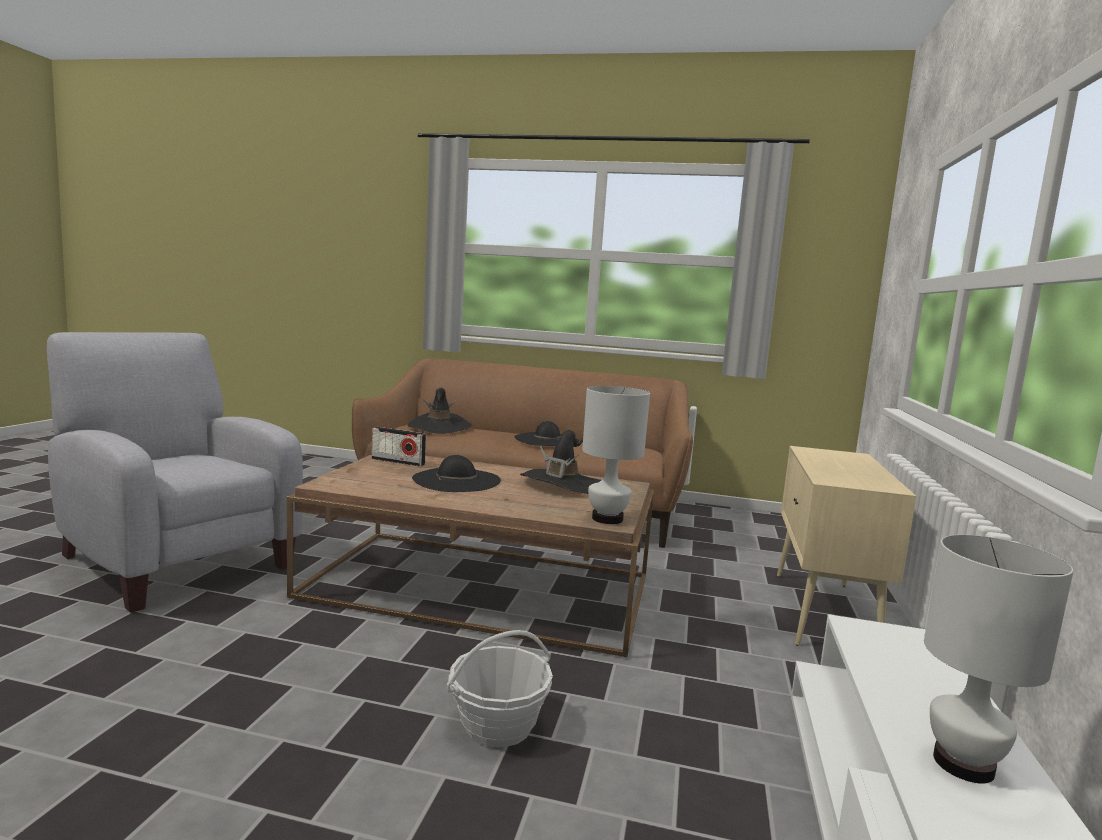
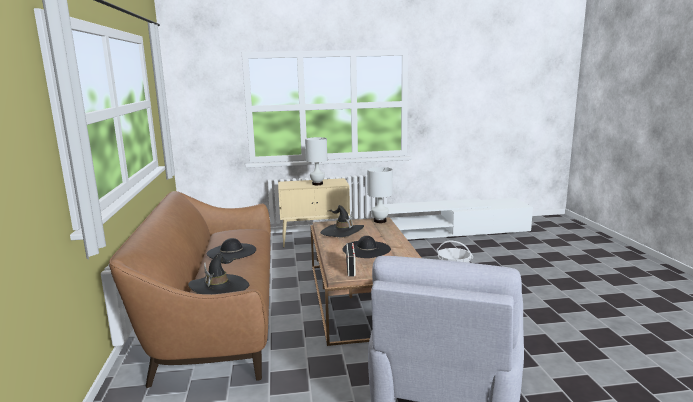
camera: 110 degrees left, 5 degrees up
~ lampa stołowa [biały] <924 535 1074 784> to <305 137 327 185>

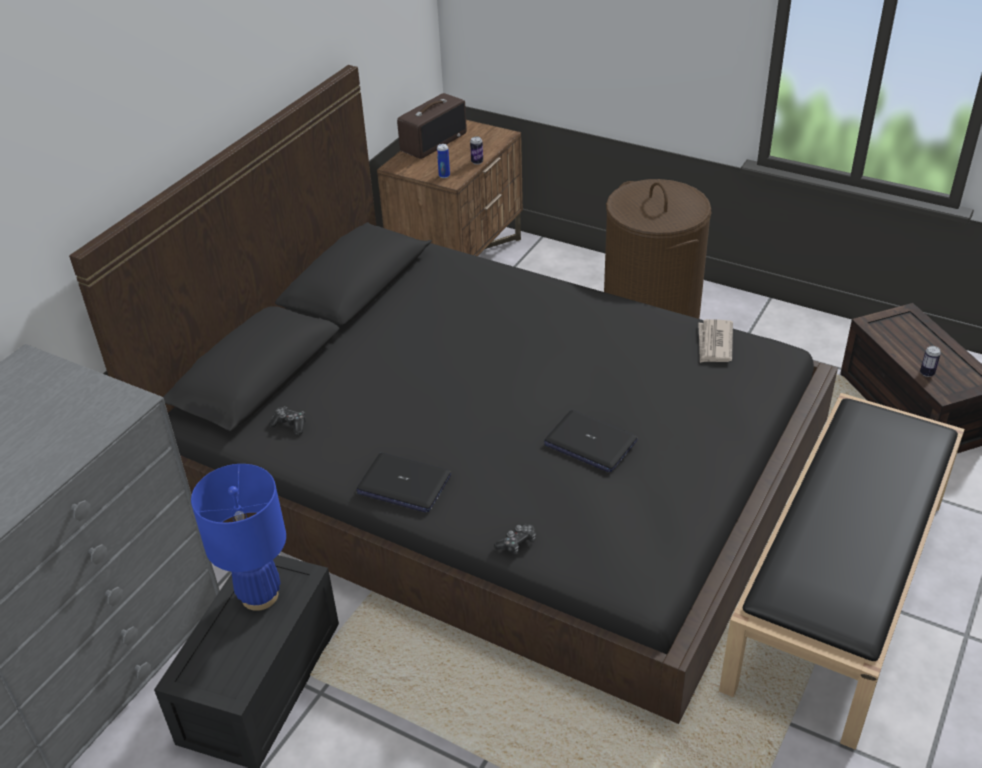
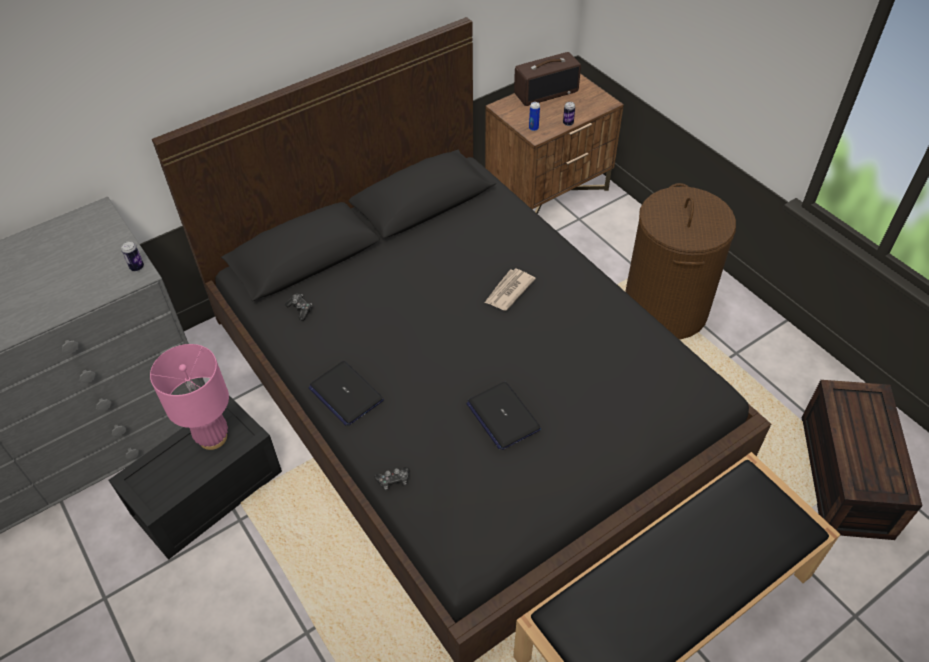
camera: 25 degrees right, 10 degrees up
~ lampa stołowa [niebieski] <191 464 286 611> to lampa stołowa [różowy] <150 344 229 450>
~ gazeta <698 319 733 363> to <485 268 536 310>
~ puszka <920 346 941 377> to <121 241 144 271>

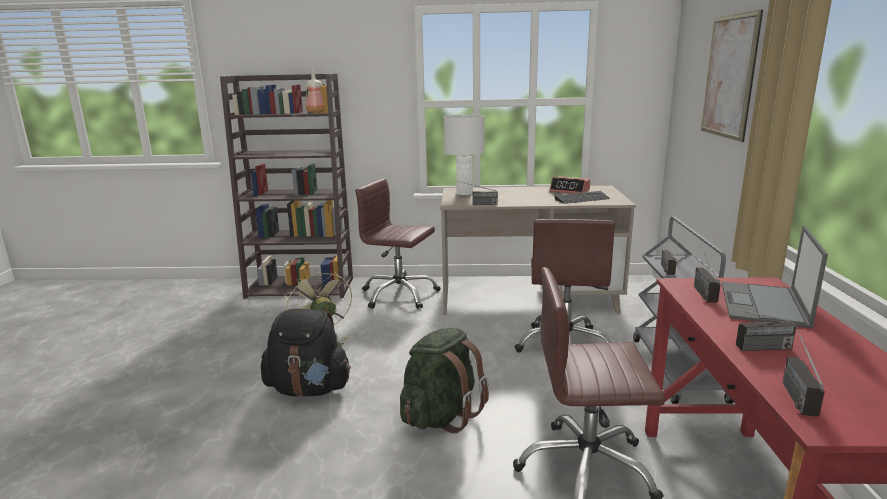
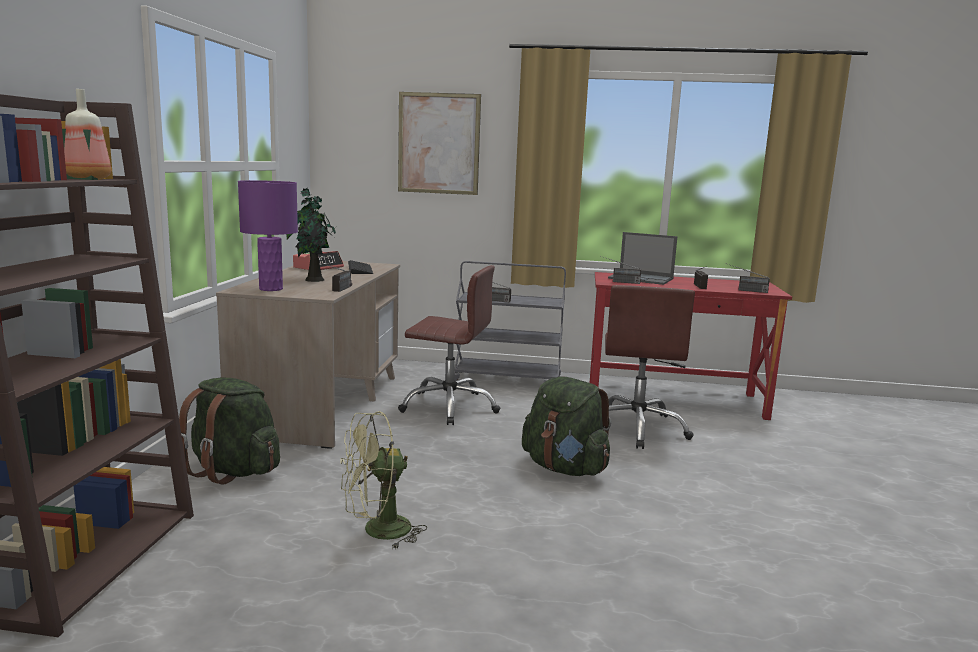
camera: 85 degrees left, 5 degrees down
- plecak [czarny] <261 309 351 397>
~ krzesło biurowe [brązowy] <355 178 441 309> to plecak [zielony] <179 377 280 484>
~ lampa stołowa [biały] <444 115 484 195> to lampa stołowa [fioletowy] <238 180 298 291>
+ roślina doniczkowa <286 188 336 282>

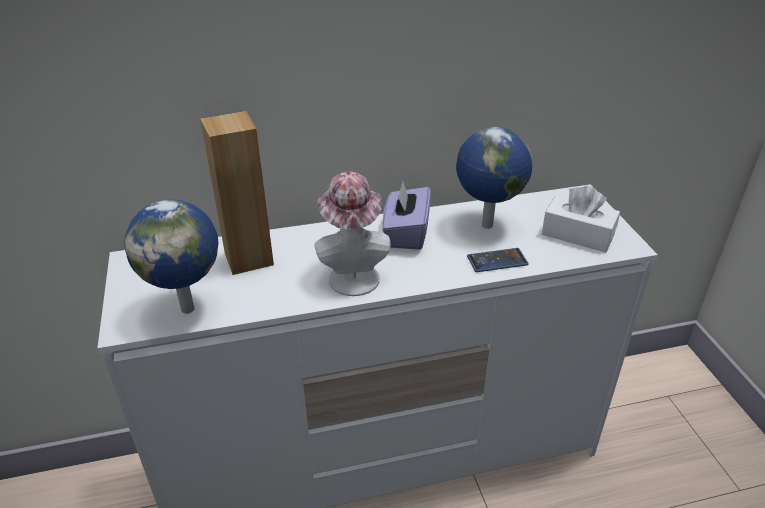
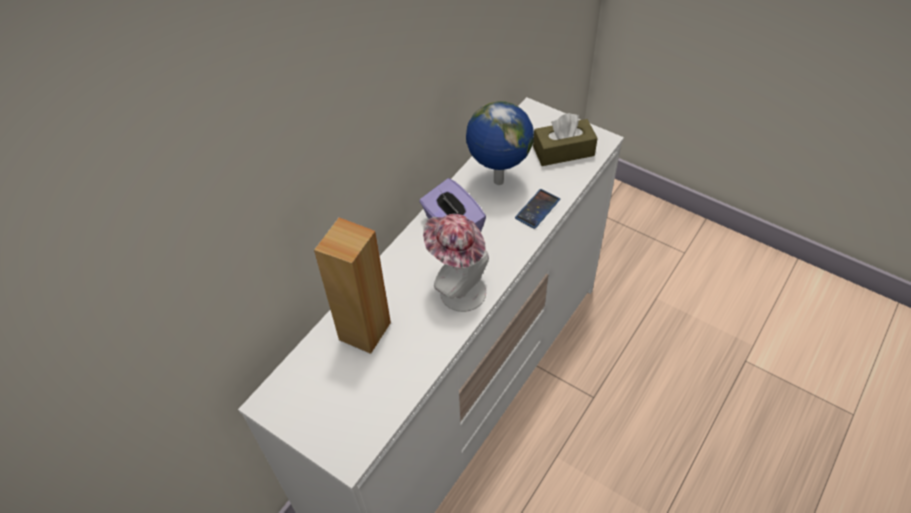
camera: 40 degrees left, 15 degrees up
- globus <124 199 218 314>
~ pudełko chusteczek [biały] <542 186 620 252> to pudełko chusteczek [brązowy] <533 113 598 166>

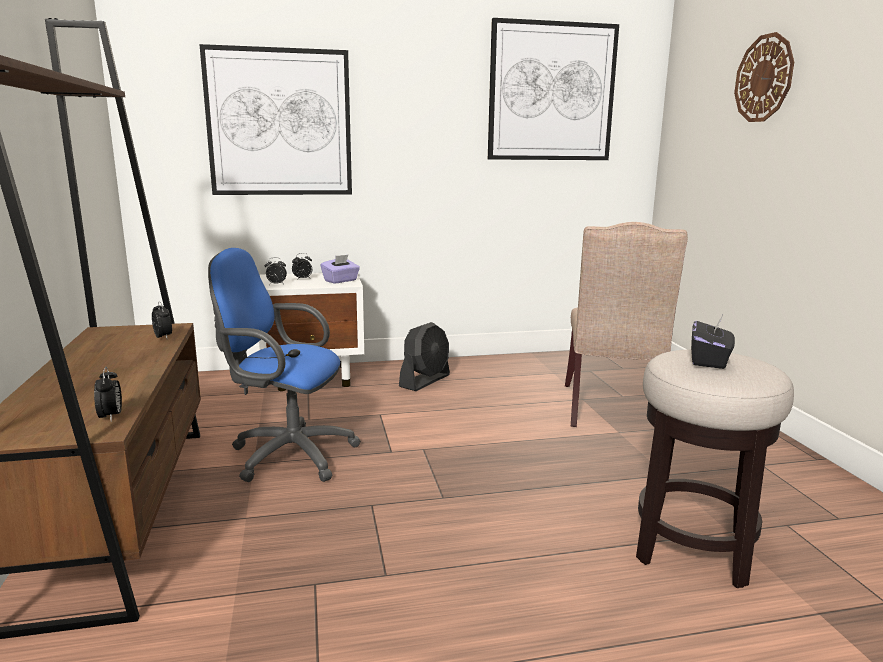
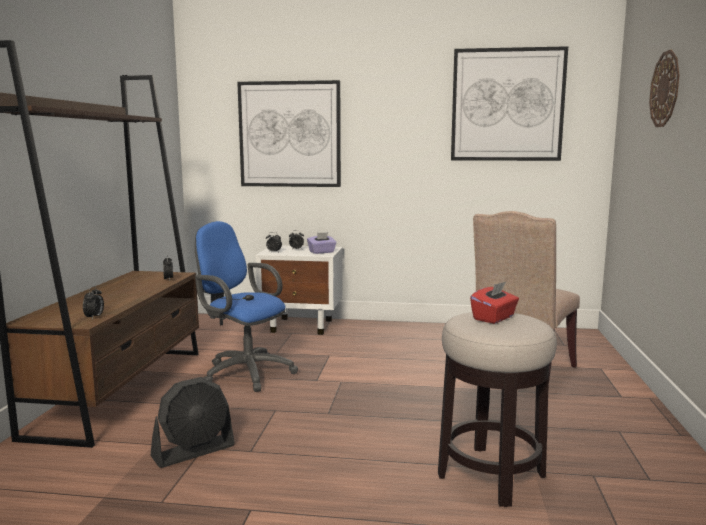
camera: 20 degrees right, 5 degrees down
~ wentylator [czarny] <399 322 450 391> to <150 377 235 468>
~ pudełko chusteczek [czarny] <691 313 735 369> to pudełko chusteczek [czerwony] <470 282 519 324>

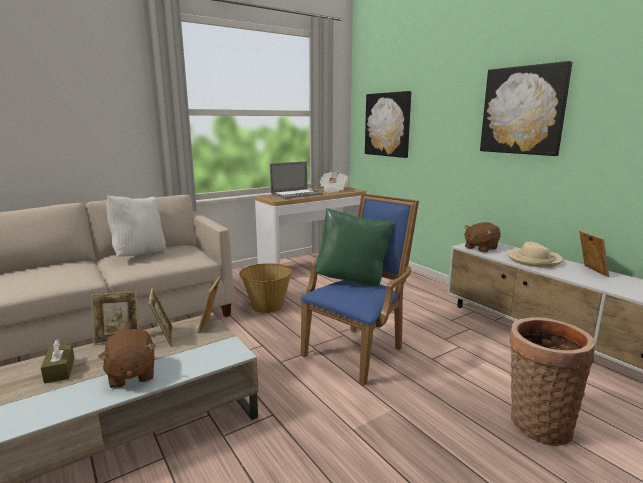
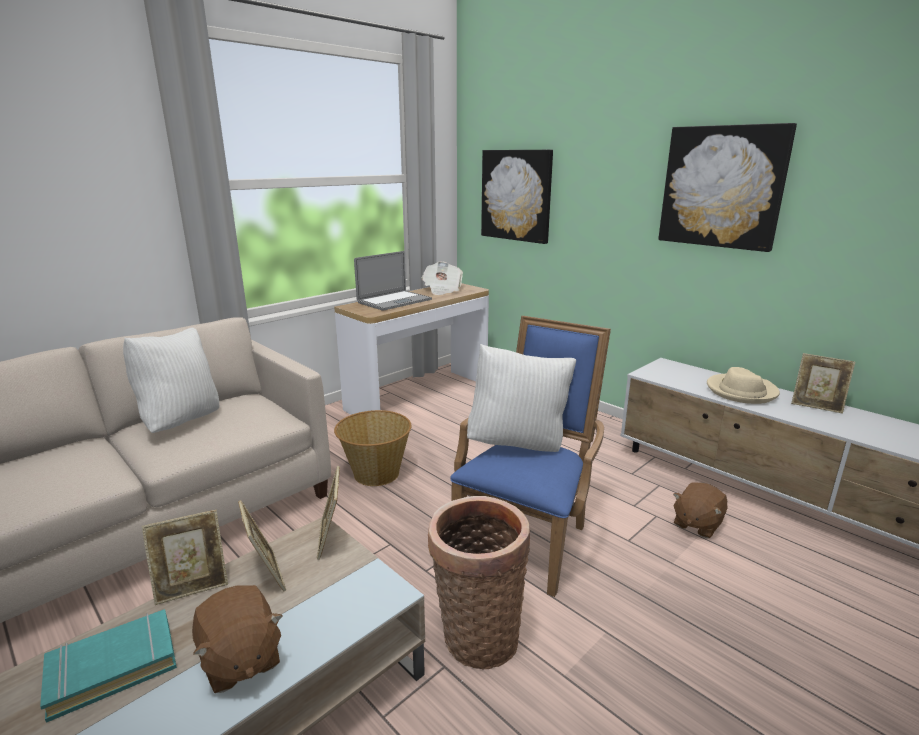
camera: 10 degrees left, 5 degrees up
~ pudełko chusteczek [brązowy] <41 339 75 384> to książka [turkusowy] <40 609 177 723>
~ poduszka [zielony] <315 208 394 286> to poduszka [biały] <467 344 576 452>
~ pluszak [brązowy] <464 222 501 252> to <673 482 728 538>
~ koszyk <509 317 595 446> to <428 496 530 669>
~ ramka na zdjęcie <579 231 609 277> = <791 353 855 414> 135 degrees clockwise

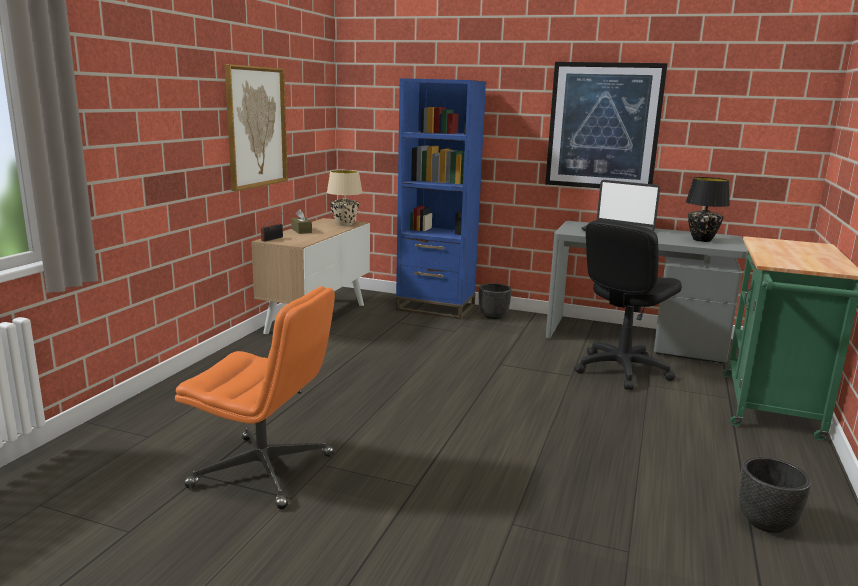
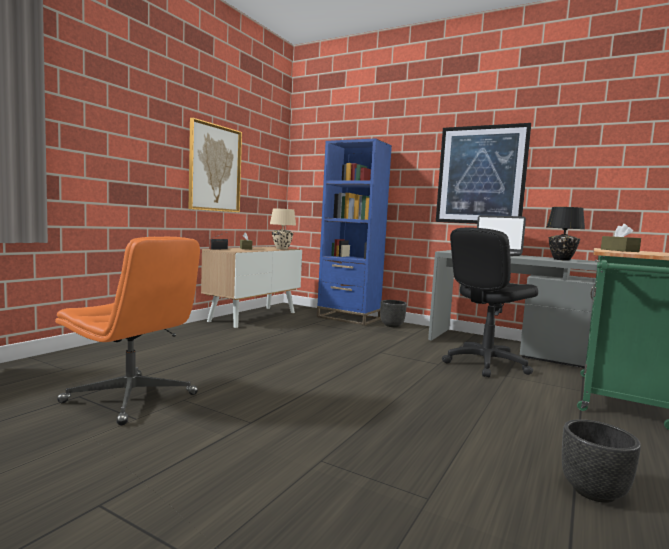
camera: 10 degrees right, 10 degrees down
+ pudełko chusteczek [brązowy] <601 224 641 252>

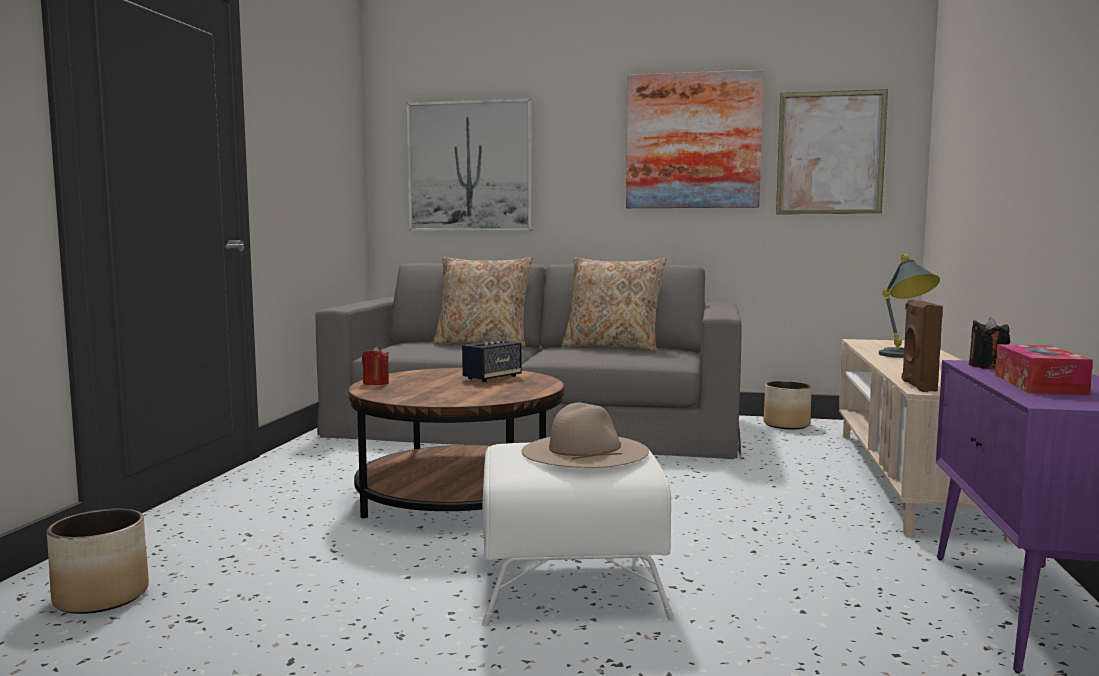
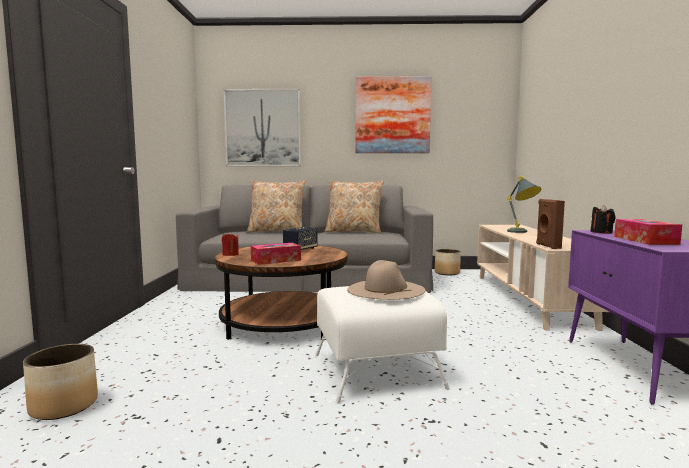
camera: 10 degrees left, 0 degrees up
- obraz <776 89 888 214>
+ pudełko chusteczek <251 243 301 265>

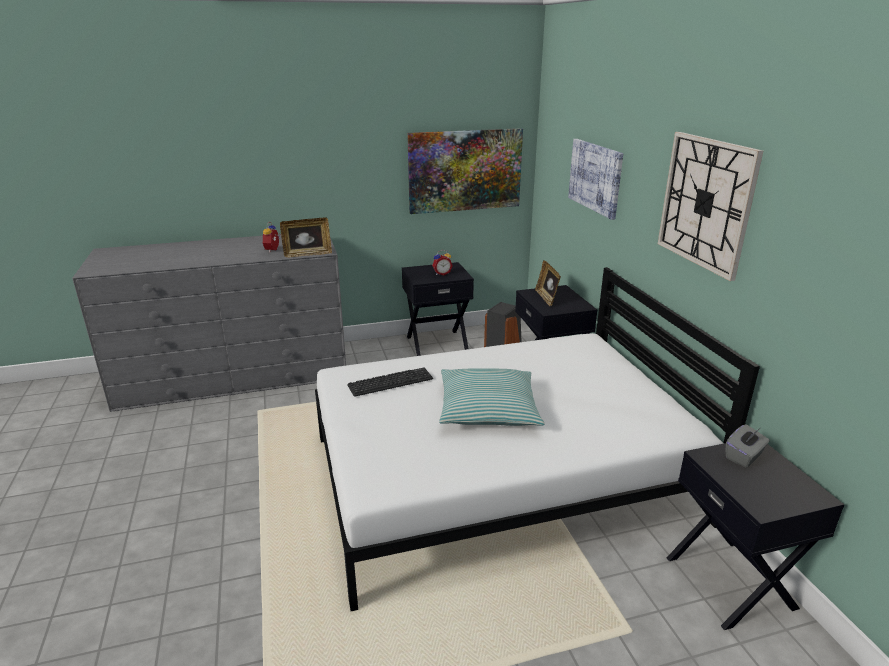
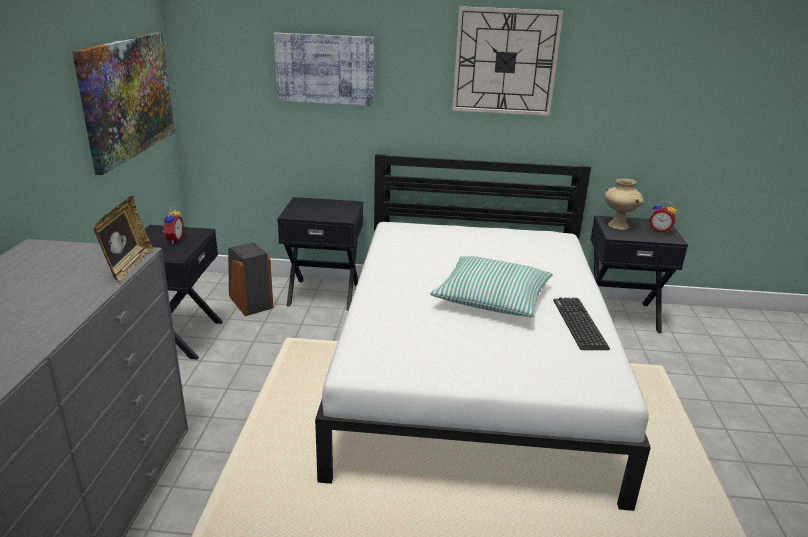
camera: 70 degrees left, 0 degrees up
~ budzik <263 222 280 253> to <649 201 677 233>
~ klawiatura <347 367 433 397> to <553 298 610 350>
- ramka na zdjęcie <535 260 561 307>
~ pudełko chusteczek [szary] <726 424 770 468> to wazon [beżowy] <605 178 644 230>

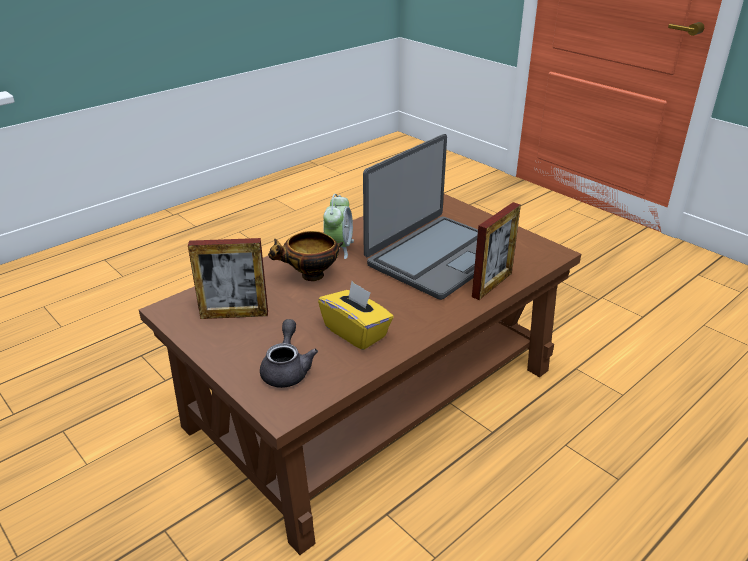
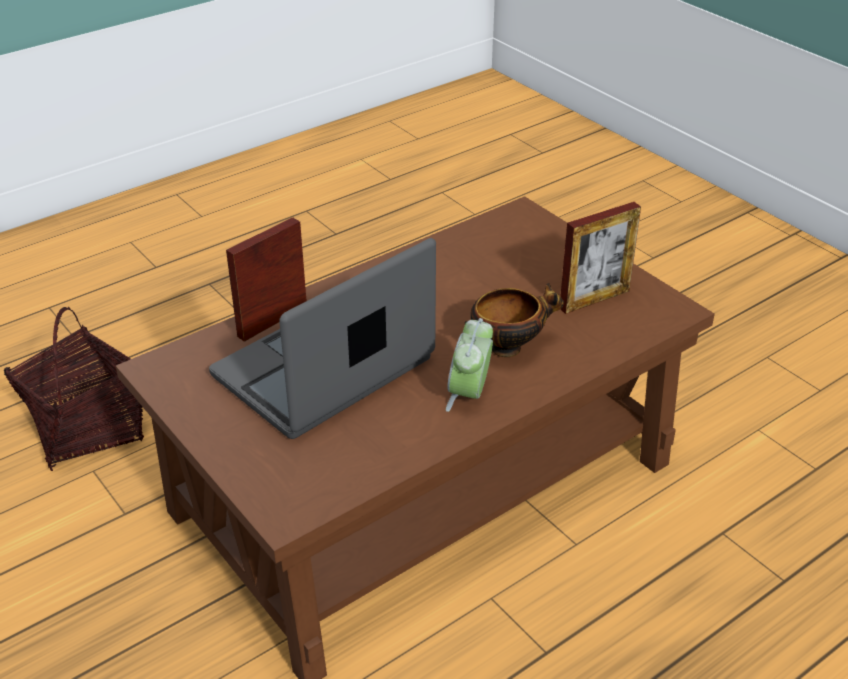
camera: 175 degrees left, 5 degrees up
~ ramka na zdjęcie <188 238 268 319> = <560 202 641 314> 150 degrees clockwise
- imbryk [szary] <260 319 318 388>
- pudełko chusteczek [żółty] <318 281 393 350>
+ koszyk <4 307 144 471>

